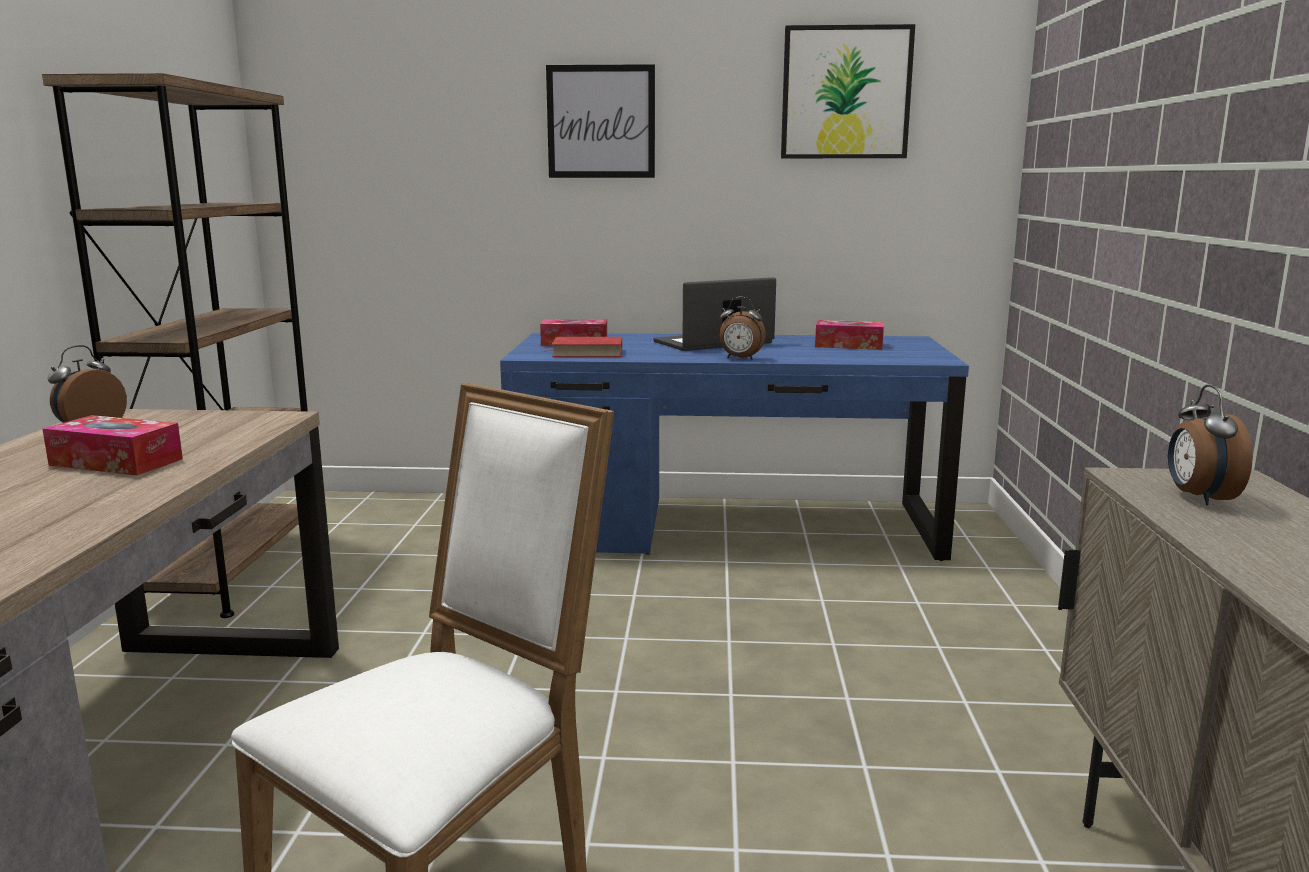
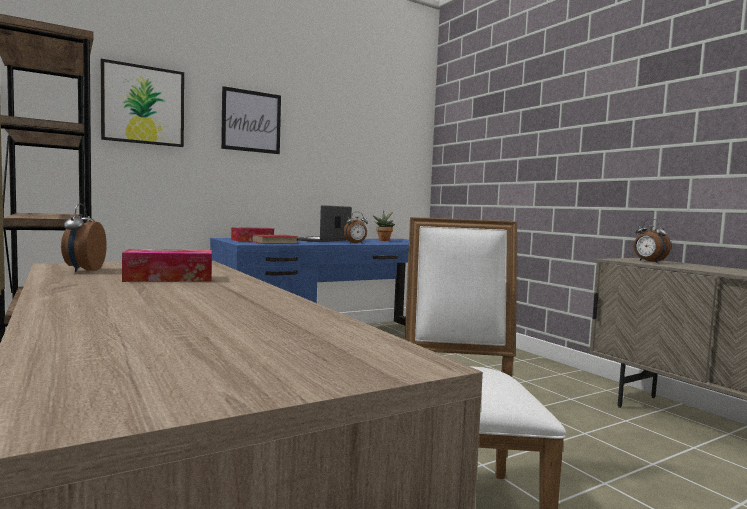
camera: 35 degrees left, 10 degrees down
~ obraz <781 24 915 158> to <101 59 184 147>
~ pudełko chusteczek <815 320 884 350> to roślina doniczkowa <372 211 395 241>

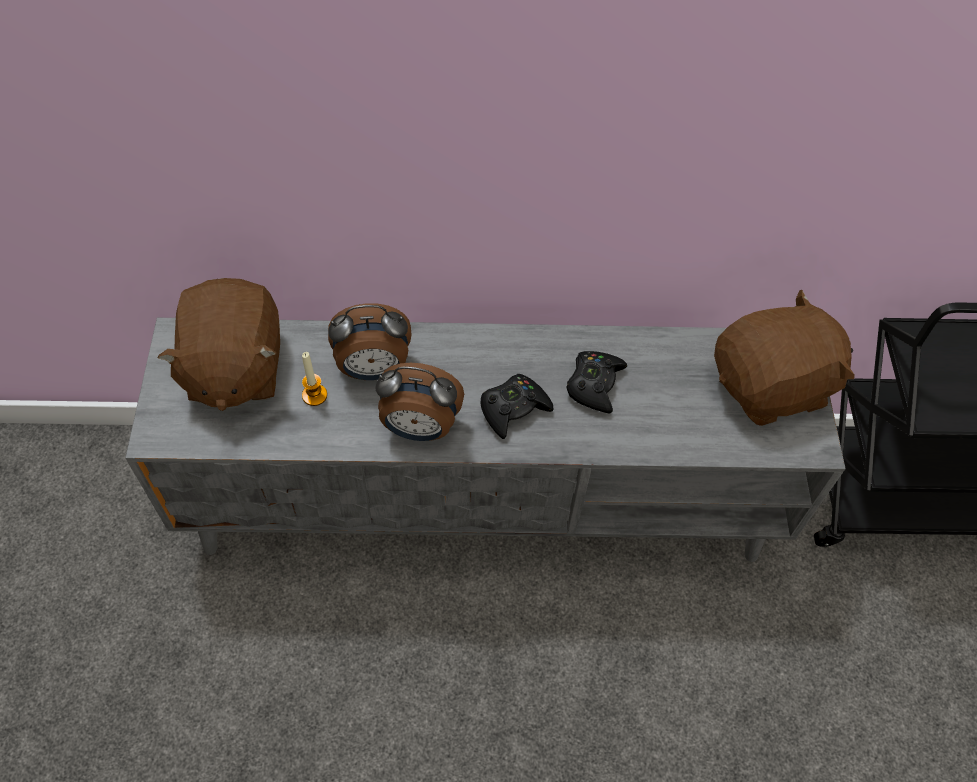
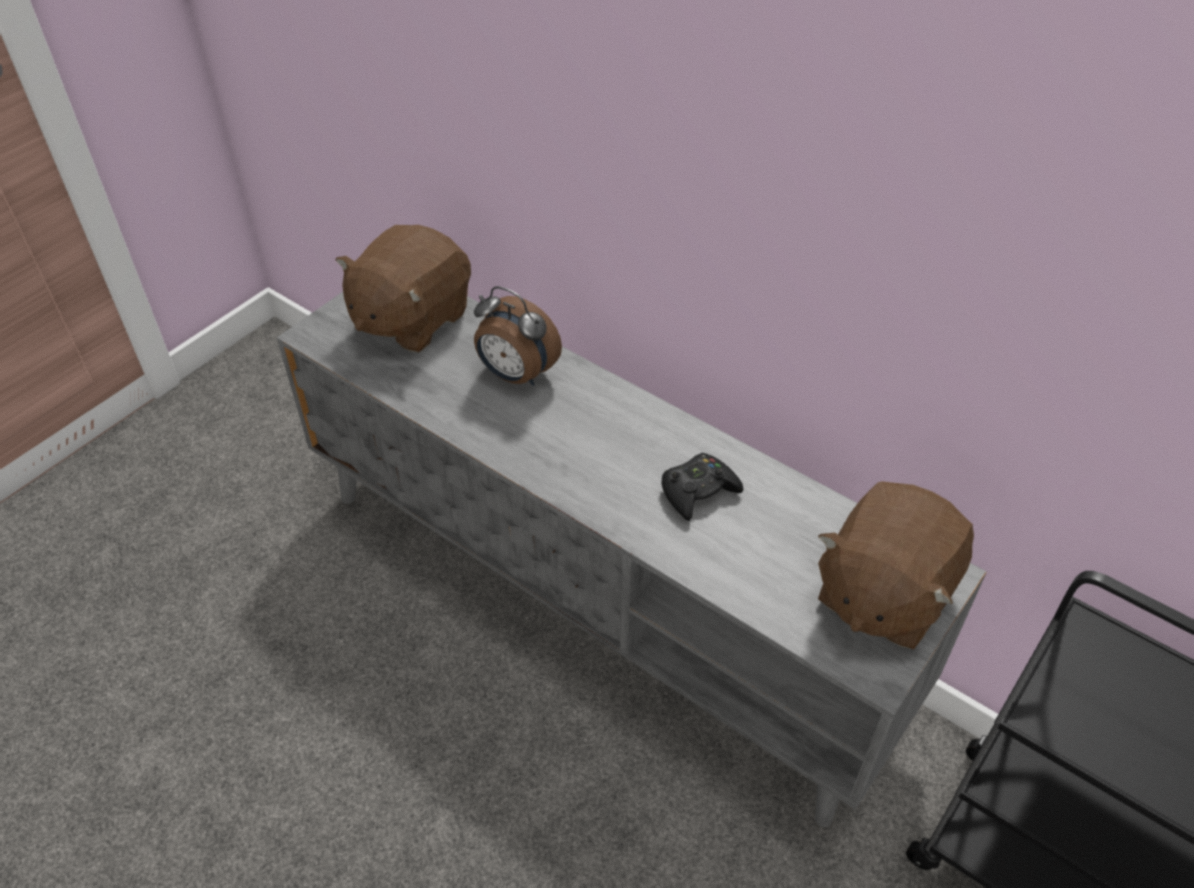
camera: 40 degrees right, 10 degrees down
- świeca <302 352 327 406>
- budzik <375 363 464 441>
- pad do gier [czarny] <480 374 554 439>
~ pluszak [brązowy] <714 290 855 426> = <818 481 974 649> 105 degrees clockwise

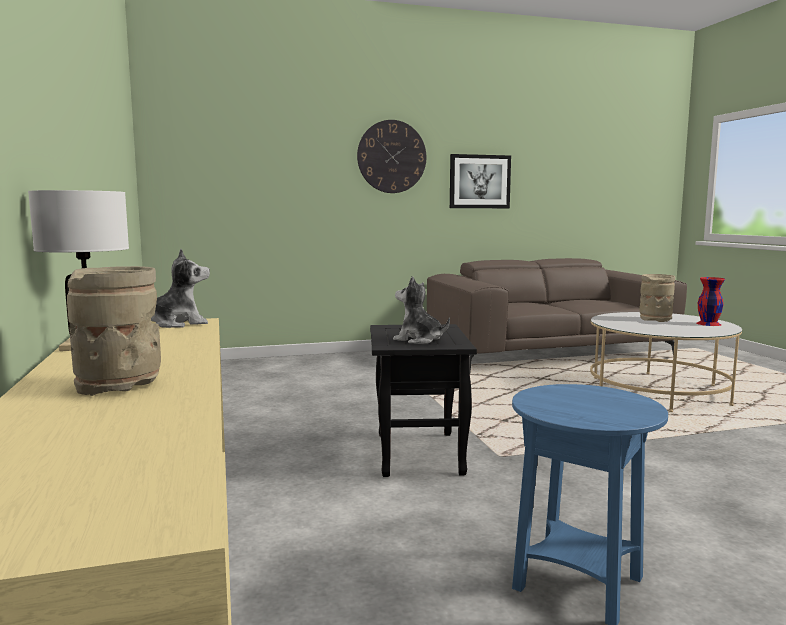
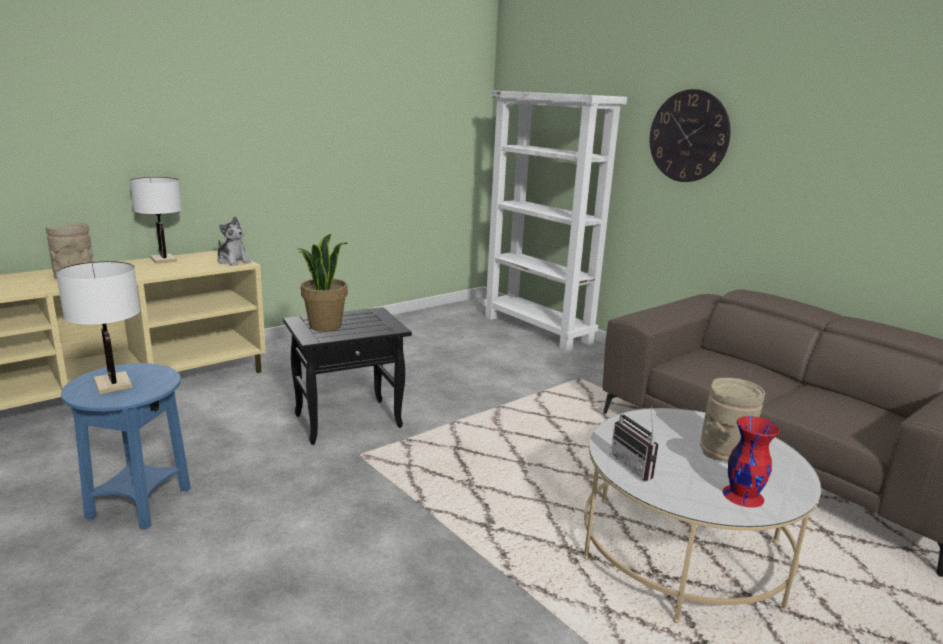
camera: 65 degrees right, 10 degrees up
~ pluszak <393 276 450 344> to roślina doniczkowa <299 234 348 332>
- obraz <450 154 511 208>
+ lampa stołowa [biały] <56 261 140 394>
+ regał [biały] <483 91 627 351>
+ radio <611 406 659 481>

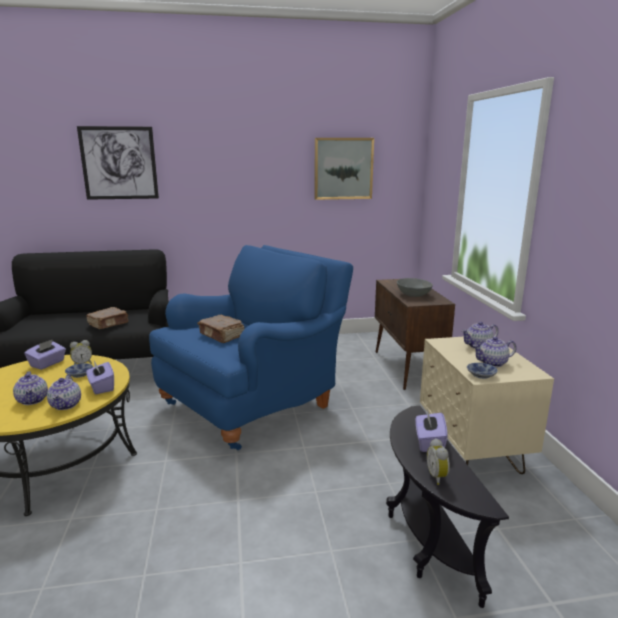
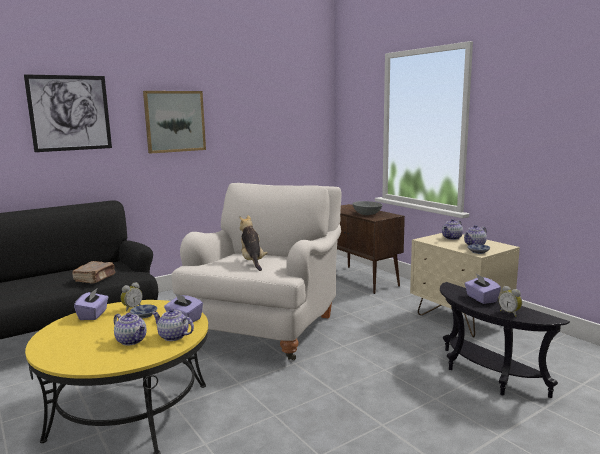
camera: 25 degrees left, 5 degrees down
~ imbryk <47 375 81 410> = <152 308 194 341> 150 degrees clockwise
~ fotel [niebieski] <149 245 353 450> to fotel [biały] <172 183 342 360>
~ książka [brązowy] <197 315 245 343> to pluszak <239 215 268 271>
~ obraz <314 138 374 200> to <143 91 206 154>

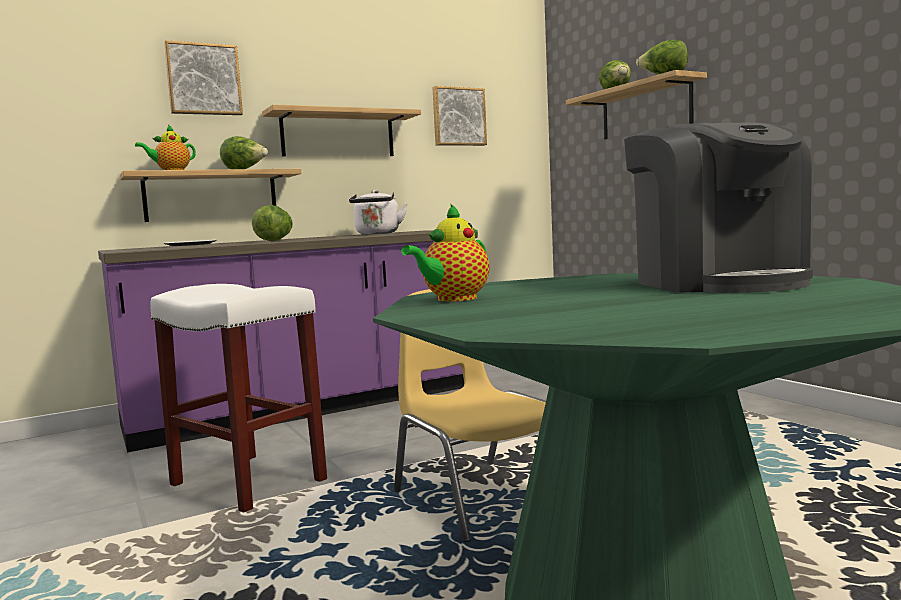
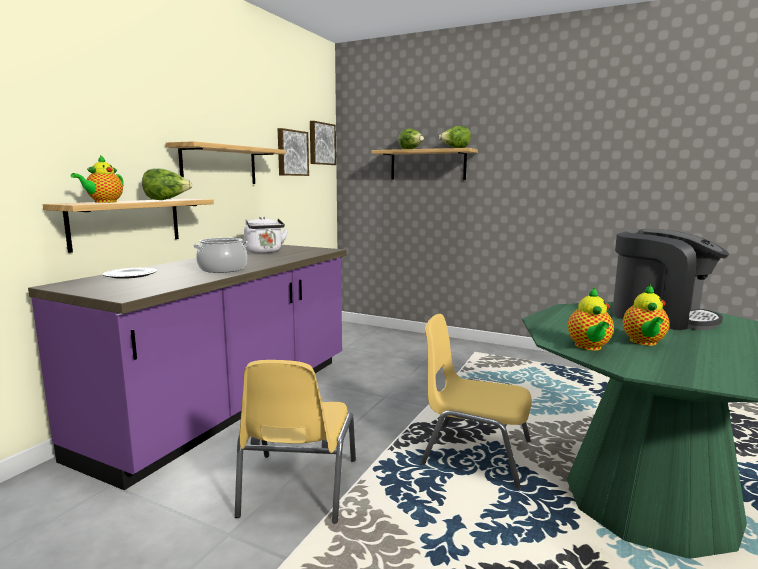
camera: 35 degrees left, 5 degrees up
~ stołek [biały] <150 284 327 513> to krzesło [żółty] <235 360 356 524>
~ obraz <164 40 243 115> to <310 121 336 165>
~ sałata <252 205 293 241> to garnek <193 238 249 273>
+ imbryk <623 284 670 346>

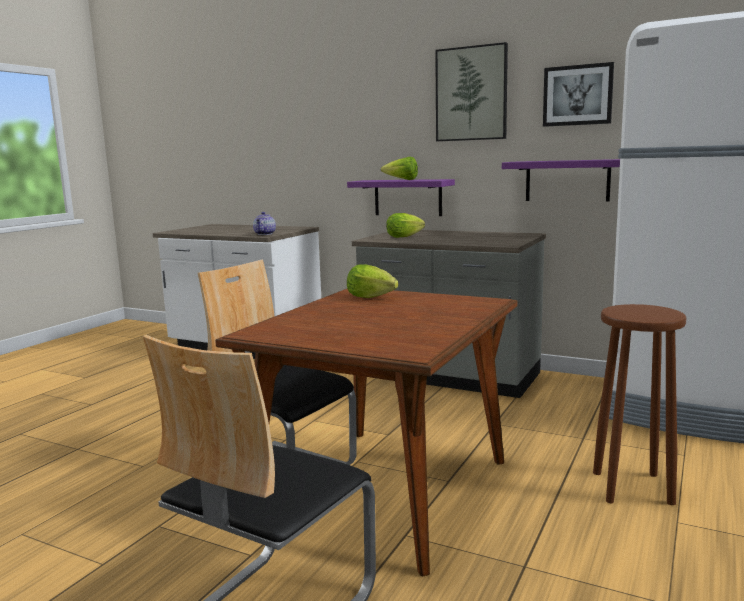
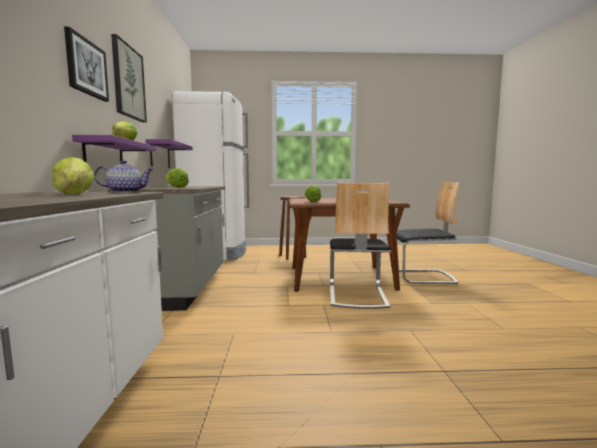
camera: 120 degrees left, 5 degrees down
~ obraz <543 62 614 127> to <64 27 109 102>
+ sałata <53 157 95 194>

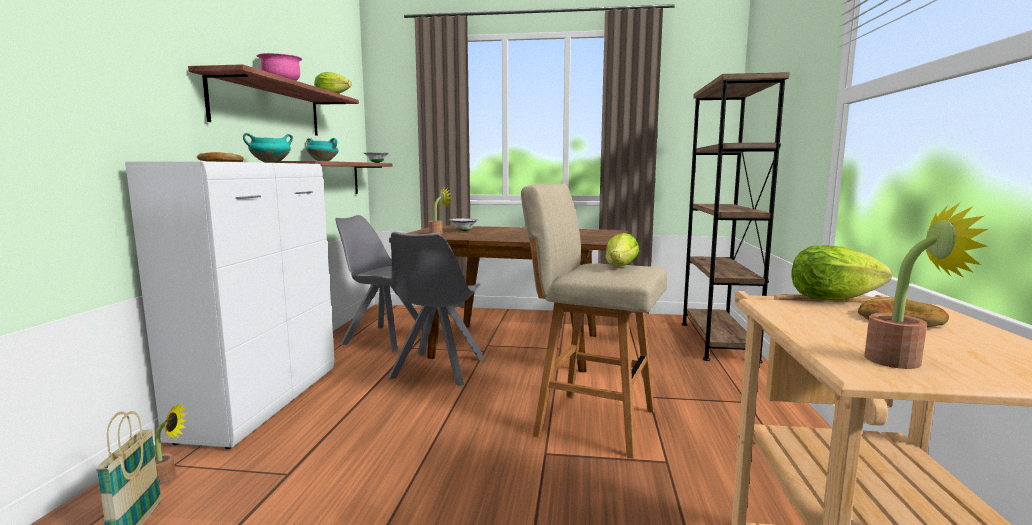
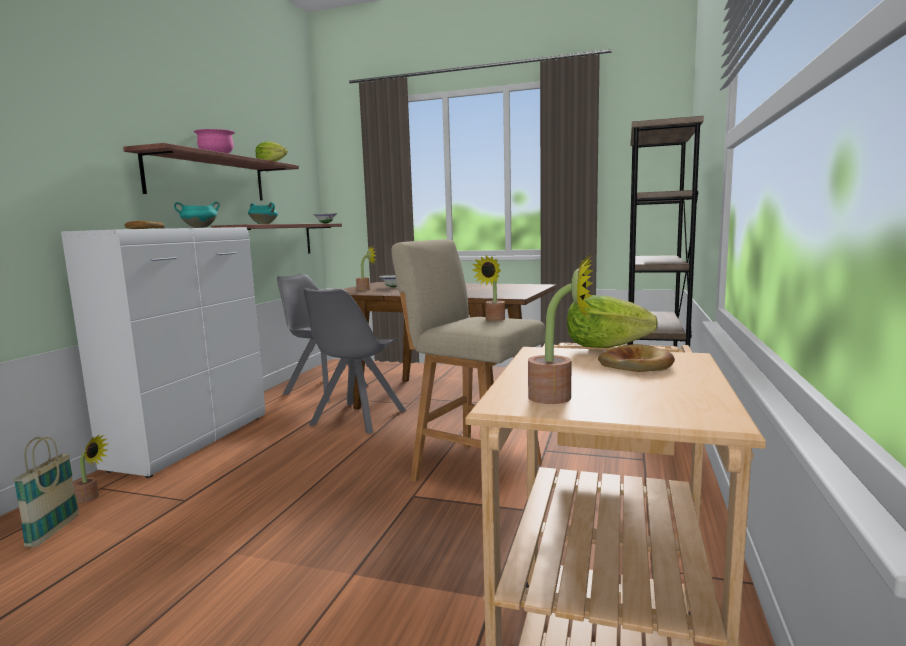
camera: 10 degrees right, 0 degrees up
~ sałata <605 233 639 266> to roślina doniczkowa <472 255 505 321>

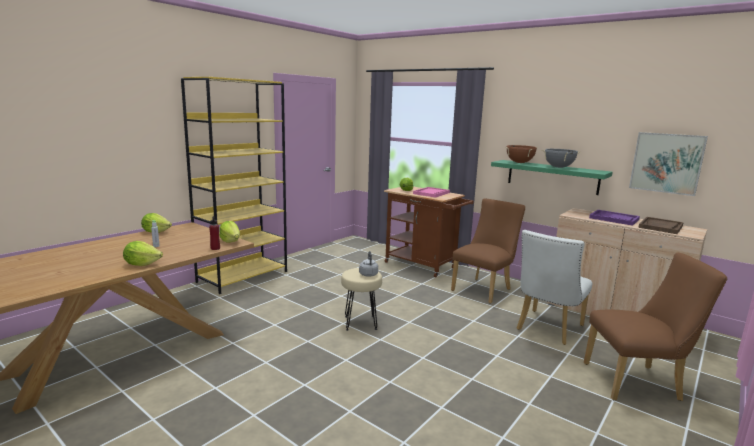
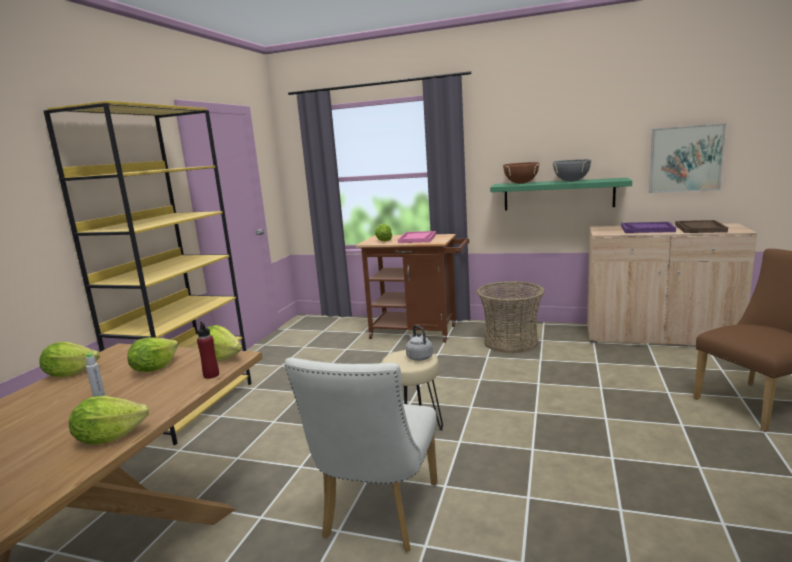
camera: 20 degrees left, 0 degrees up
~ krzesło [brązowy] <451 199 525 304> to koszyk <476 281 545 353>
~ krzesło [biały] <517 230 592 345> to <285 358 437 552>
+ sałata <127 337 178 372>

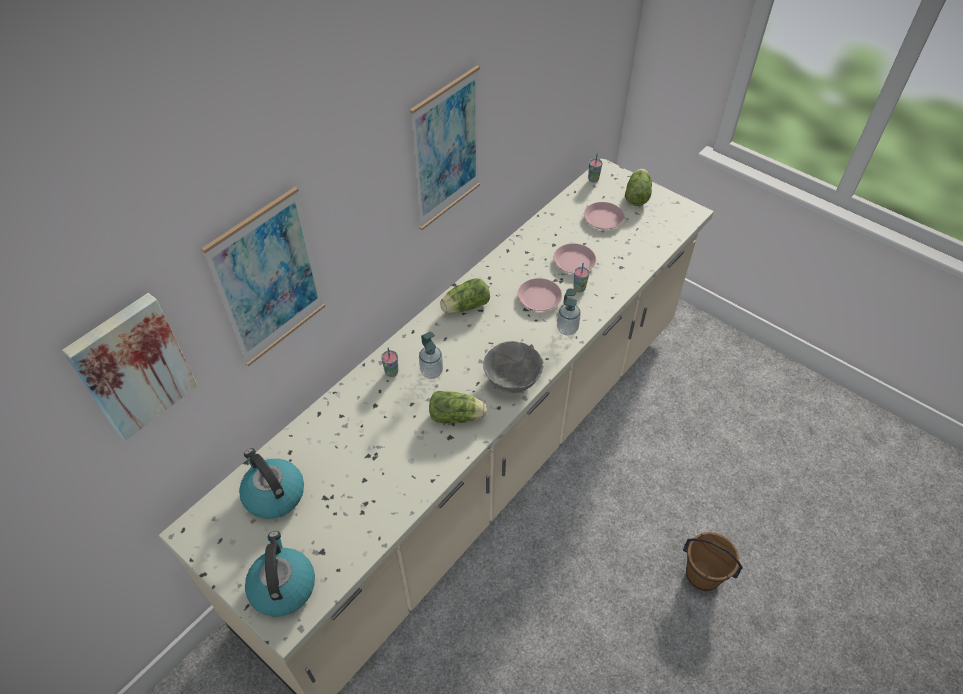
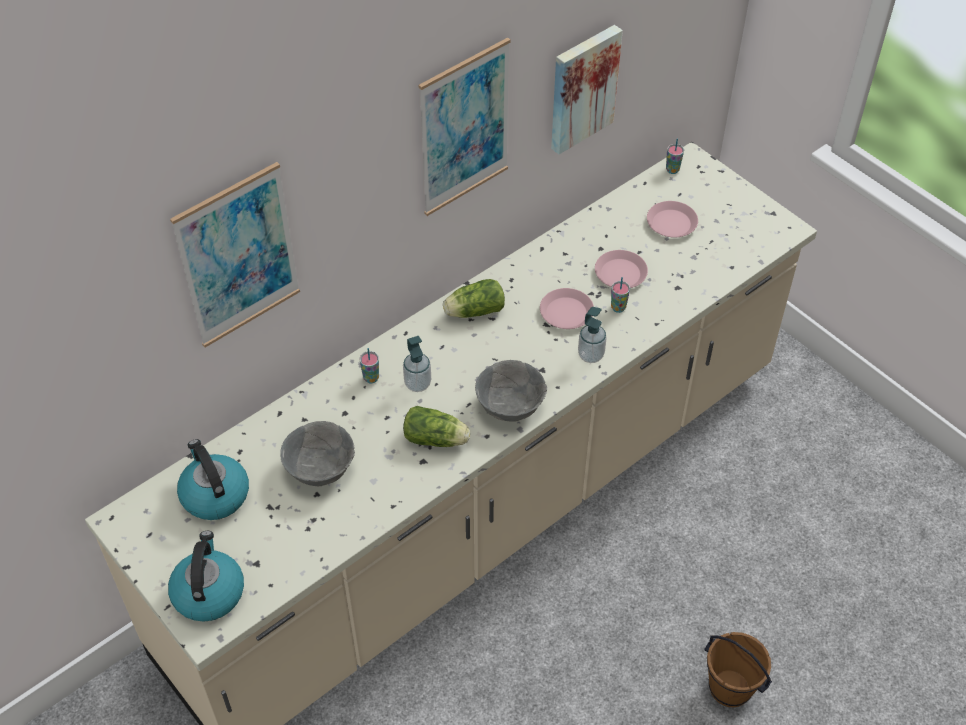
camera: 10 degrees right, 0 degrees up
~ obraz <62 293 198 441> to <551 25 623 154>
- sałata <625 169 652 206>
+ miska [szary] <280 421 355 486>

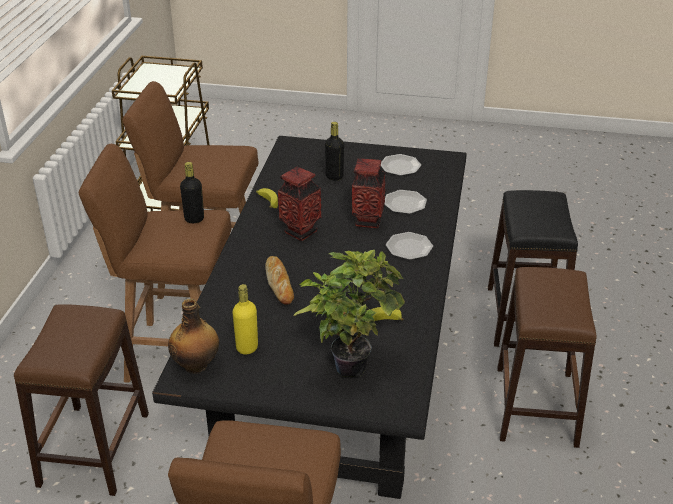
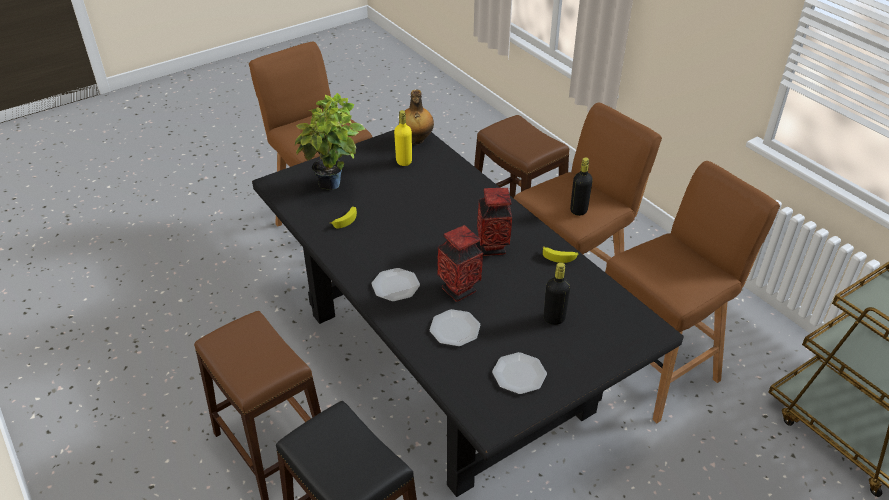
camera: 135 degrees right, 5 degrees up
- chleb <265 256 294 305>

